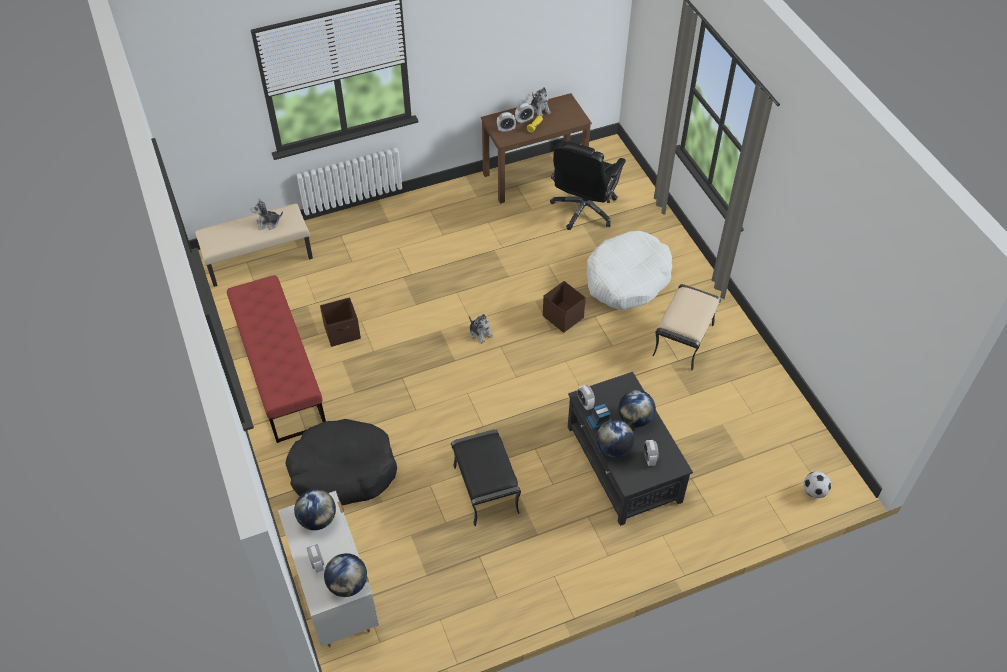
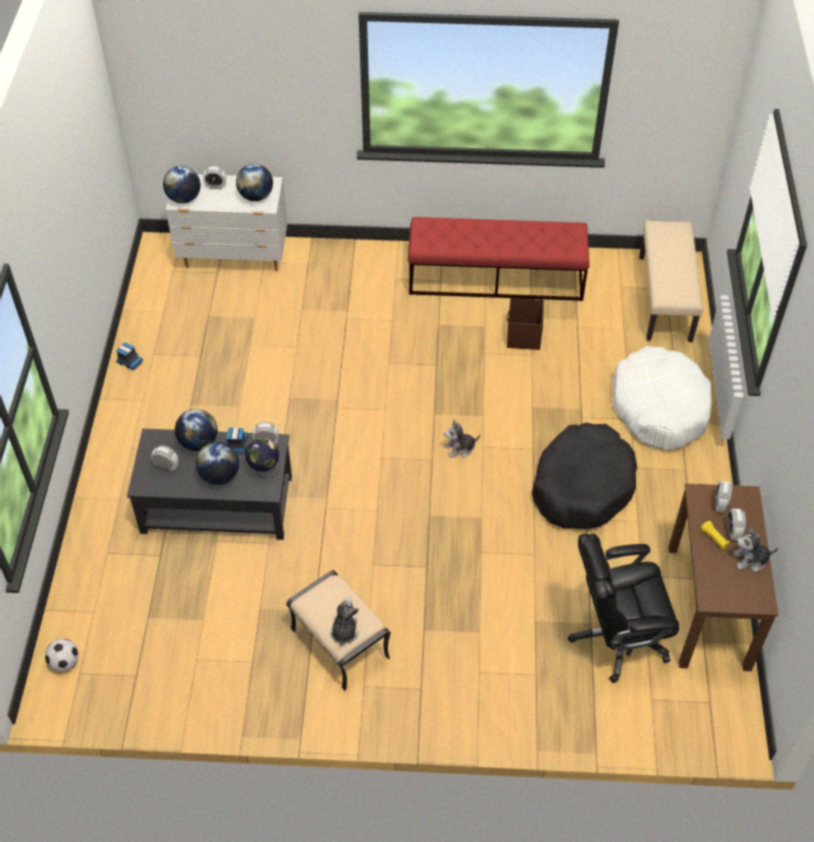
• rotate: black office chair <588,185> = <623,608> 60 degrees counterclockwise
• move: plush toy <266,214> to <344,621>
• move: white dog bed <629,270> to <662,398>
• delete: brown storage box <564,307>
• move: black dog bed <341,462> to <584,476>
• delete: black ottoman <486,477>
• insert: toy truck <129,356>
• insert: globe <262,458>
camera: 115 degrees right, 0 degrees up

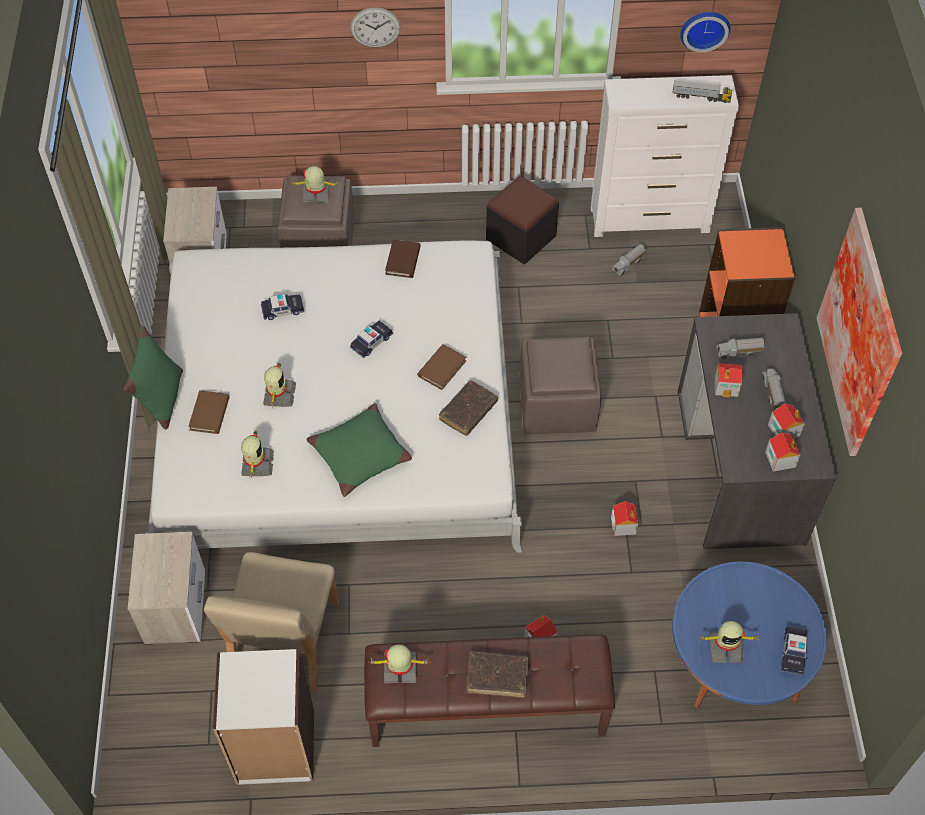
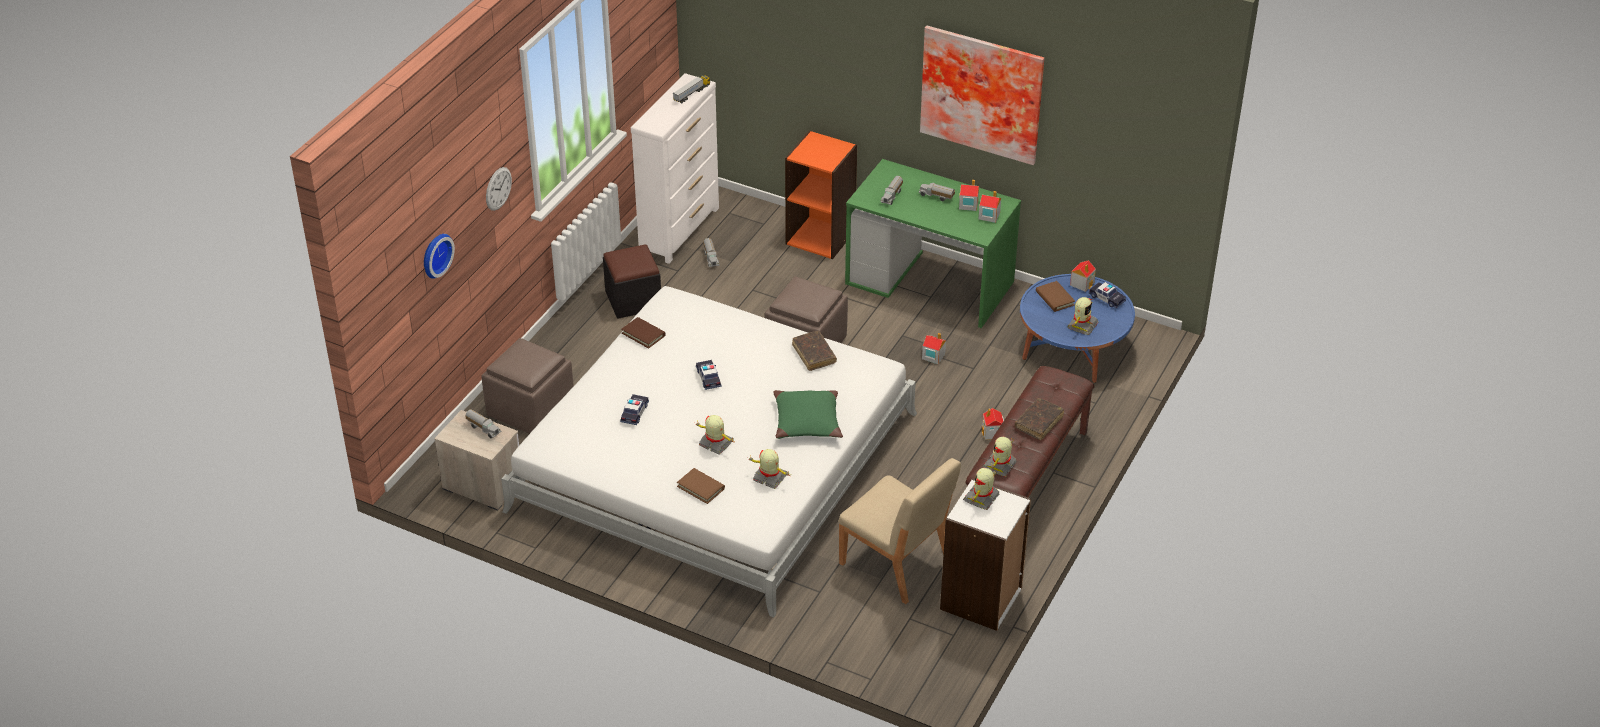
• move: wall clock <705,32> to <439,256>
• move: toy robot <315,184> to <981,489>
• recolor: grey desk <757,431> to green desk <933,243>
• delete: green pillow <153,378>
• move: brown book <441,367> to <1055,296>
• move: toy house <729,380> to <1083,276>
• delete: nightstand <166,588>
• insert: toy truck <483,423>
camera: 60 degrees left, 15 degrees down

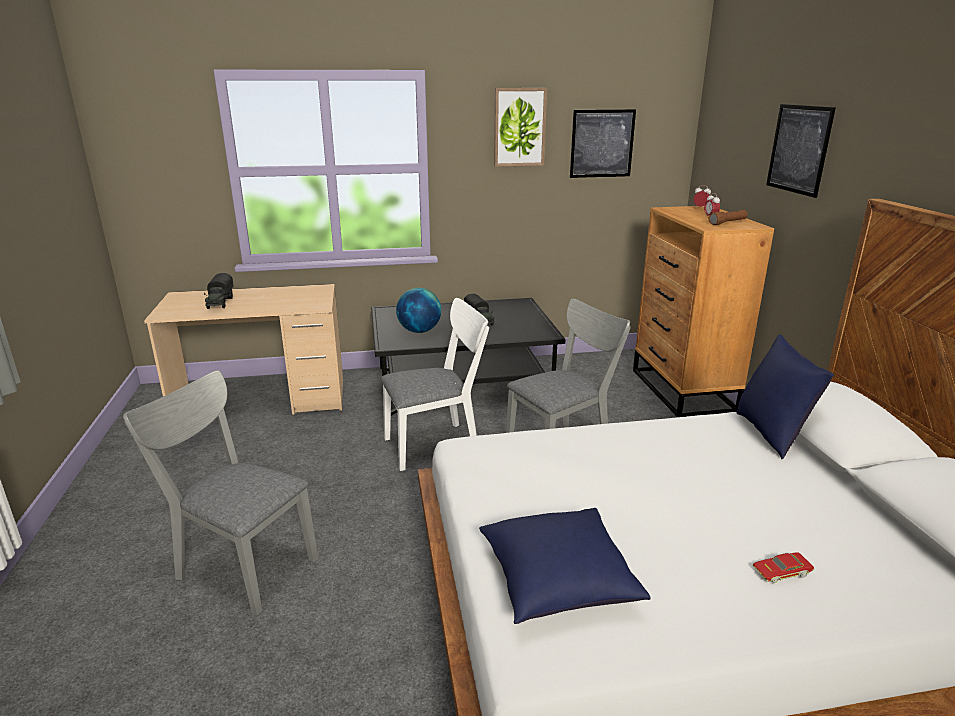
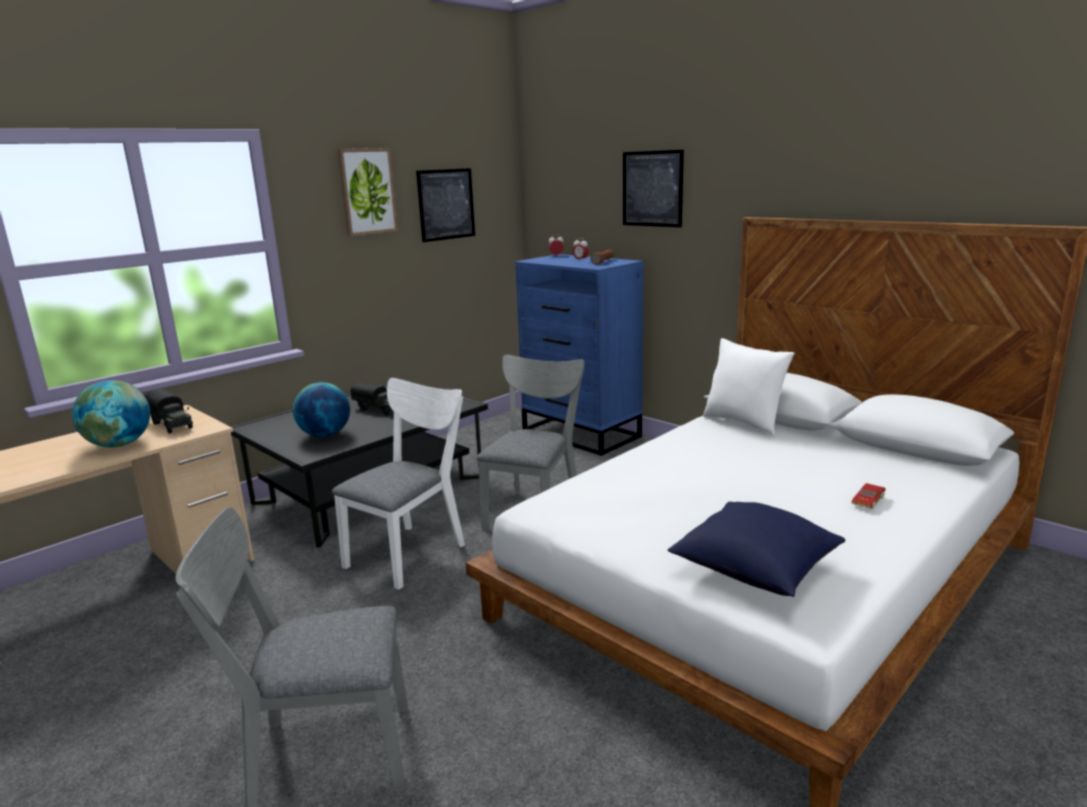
• recolor: brown dresser <703,311> to blue dresser <579,355>
• move: toy truck <219,291> to <169,411>
• recolor: blue pillow <785,396> to white pillow <749,387>
• insert: globe <111,413>
camera: 35 degrees left, 5 degrees down

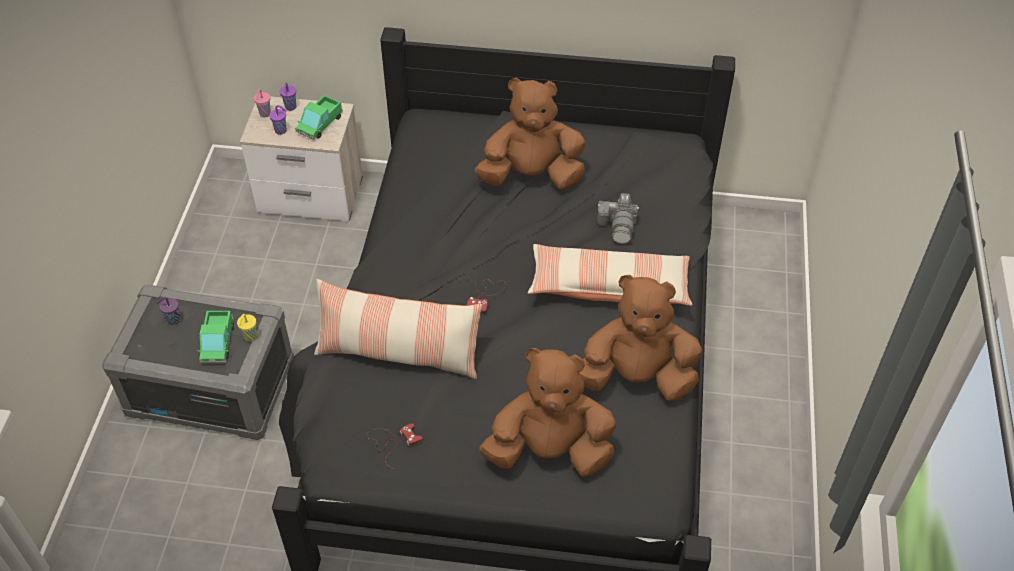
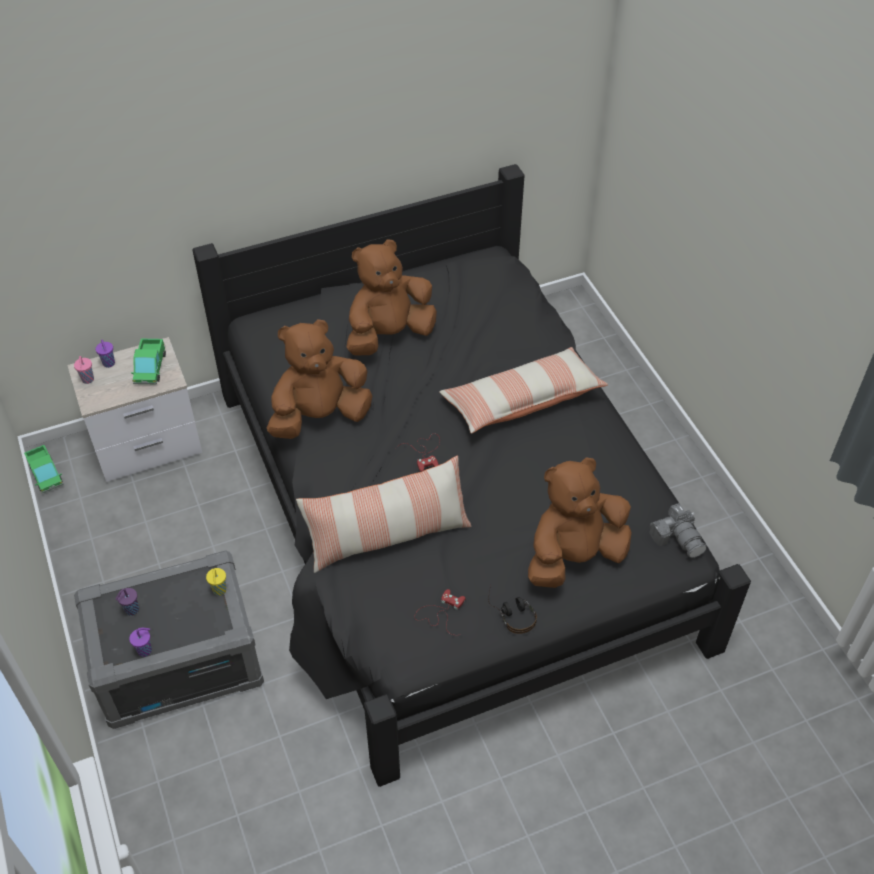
• move: purple cup <278,120> to <140,642>
• move: photo camera <618,218> to <678,530>
• move: brown plush toy <641,338> to <319,379>
• move: toy truck <215,337> to <44,469>
• insert: headphones <512,609>
camera: 30 degrees left, 0 degrees up

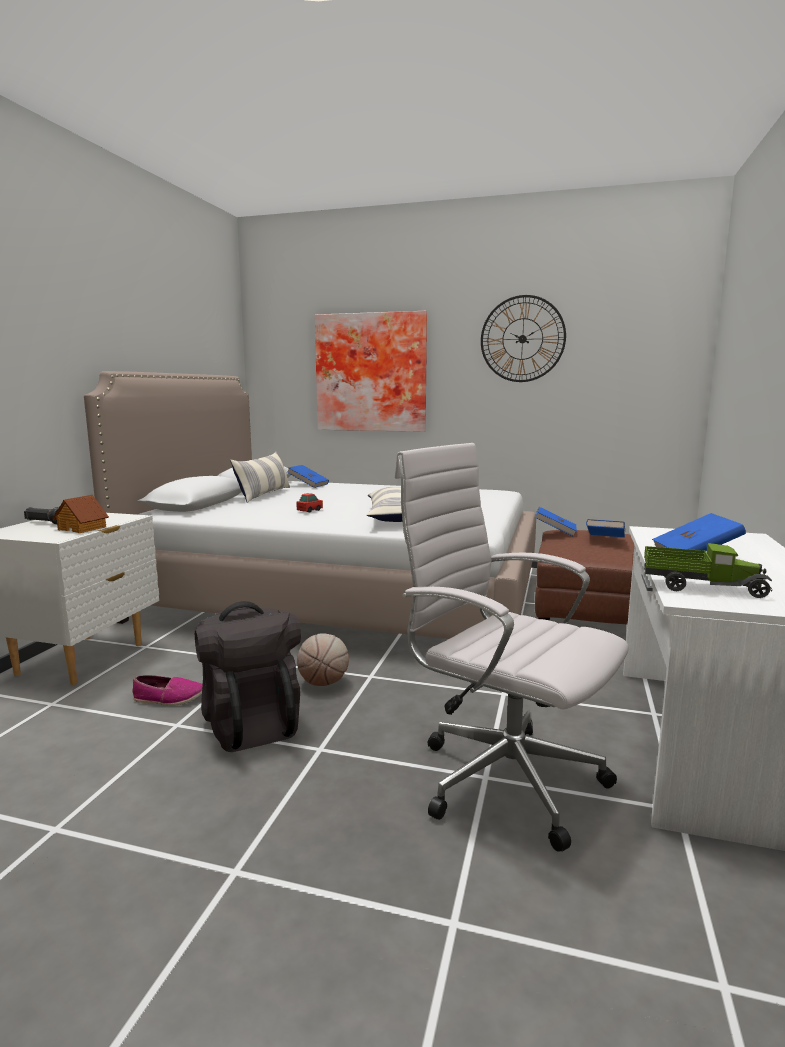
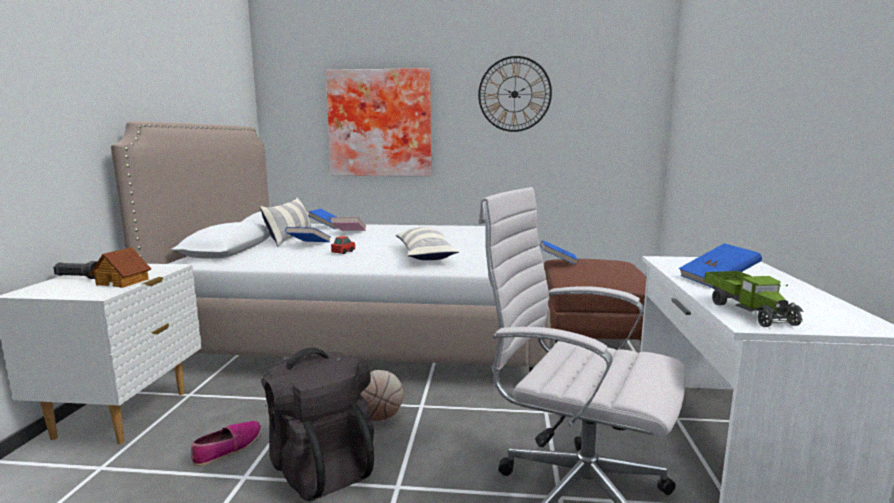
• move: blue book <605,528> to <307,234>
• rotate: toy truck <708,570> = <754,299> 75 degrees clockwise
• rotate: shoe <167,690> = <226,444> 45 degrees counterclockwise
• insert: pink book <348,224>
camera: 10 degrees left, 0 degrees up

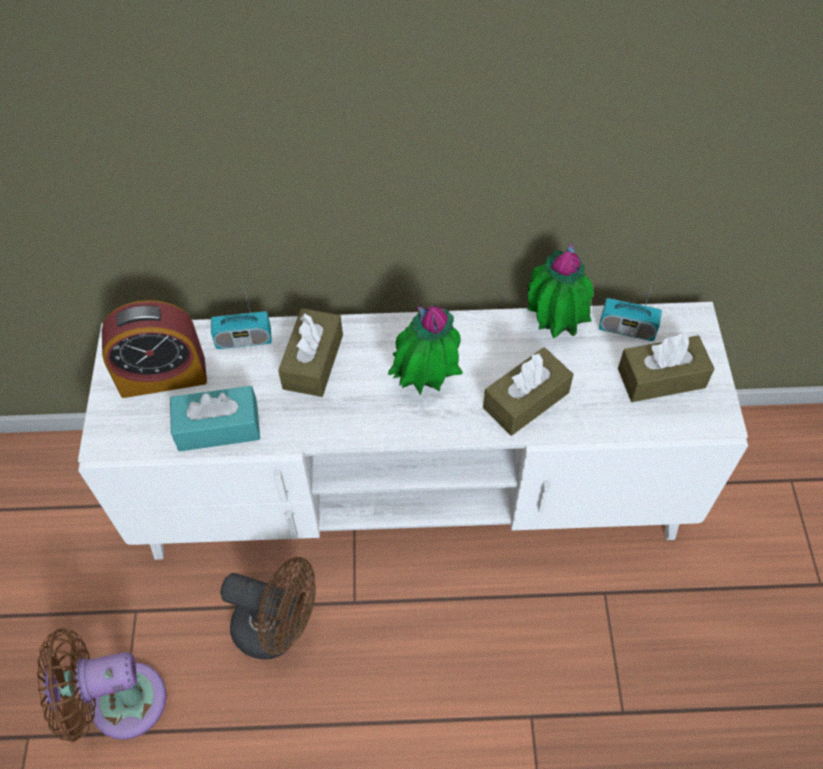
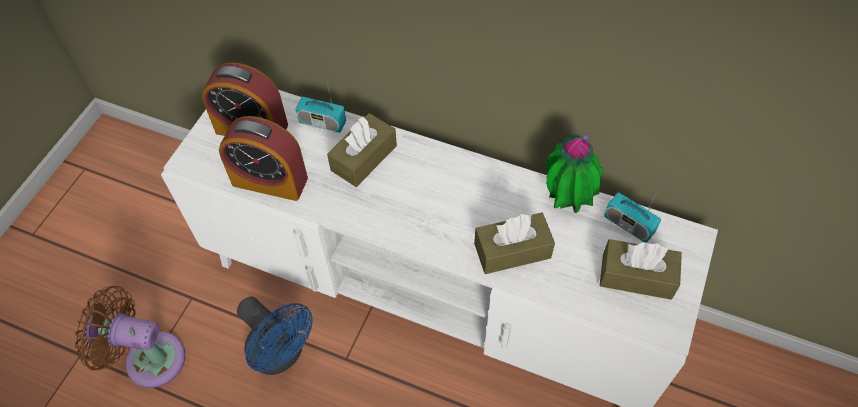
• delete: potted plant <425,350>
• replace: turquoise tissue box <215,418> to alarm clock <263,158>
• recolor: brown fan <268,608> to blue fan <275,335>
camera: 25 degrees right, 0 degrees up

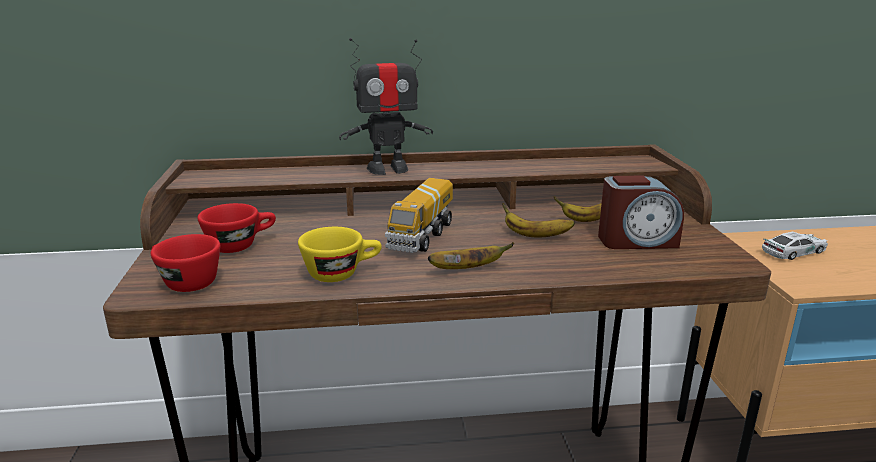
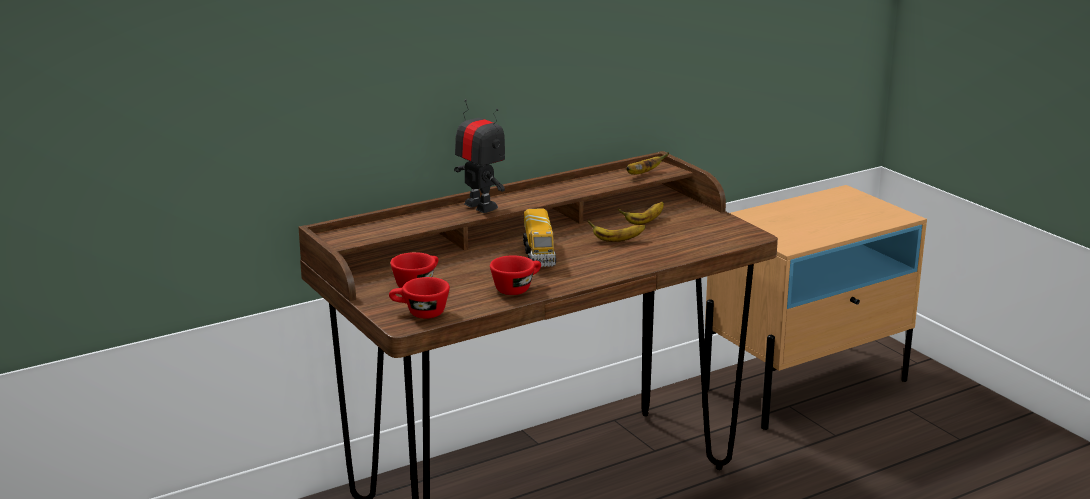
• rotate: toy robot <386,106> = <479,156> 90 degrees counterclockwise
• delete: alarm clock <641,212>
• recolor: yellow cup <340,254> to red cup <515,275>
• delete: toy car <795,246>
• move: banana <471,255> to <647,163>
camera: 25 degrees left, 0 degrees up

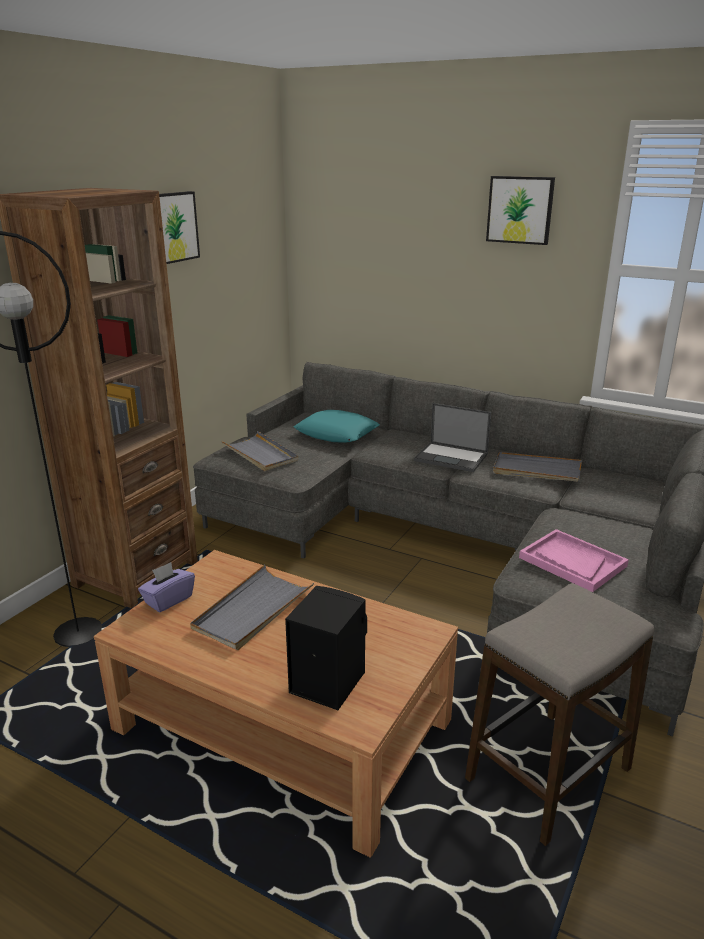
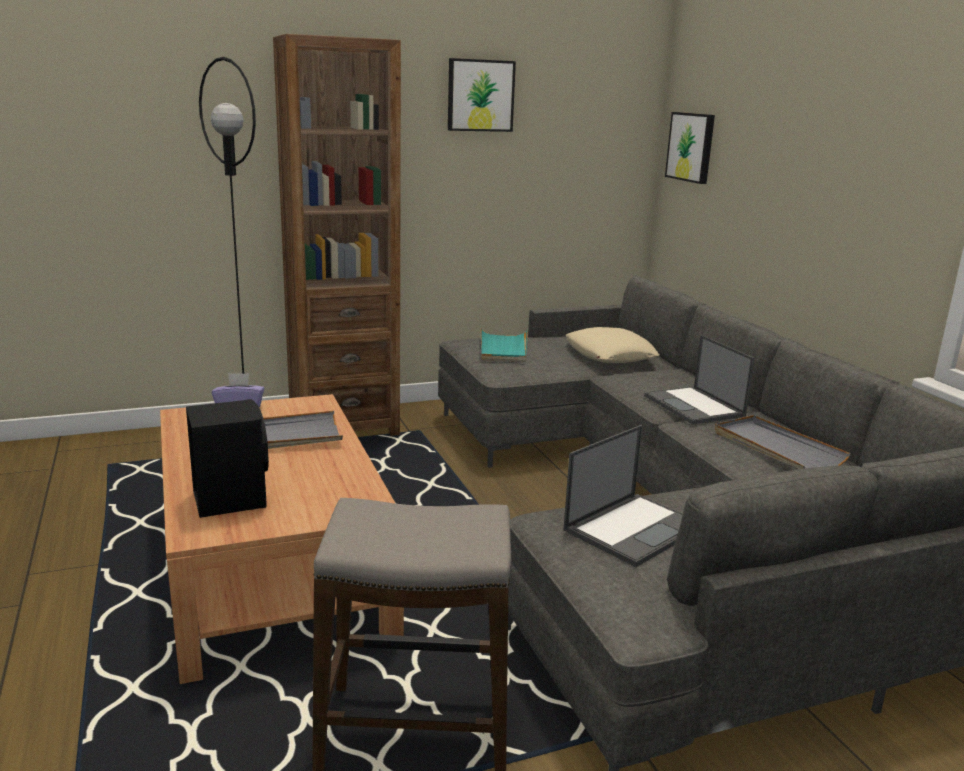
• move: picture <520,210> to <690,148>
• recolor: turquoise pillow <337,426> to beige pillow <612,345>
• recolor: grey tray <259,451> to turquoise tray <504,345>
• replace: pink tray <574,560> to laptop <623,496>
camera: 40 degrees right, 5 degrees down

